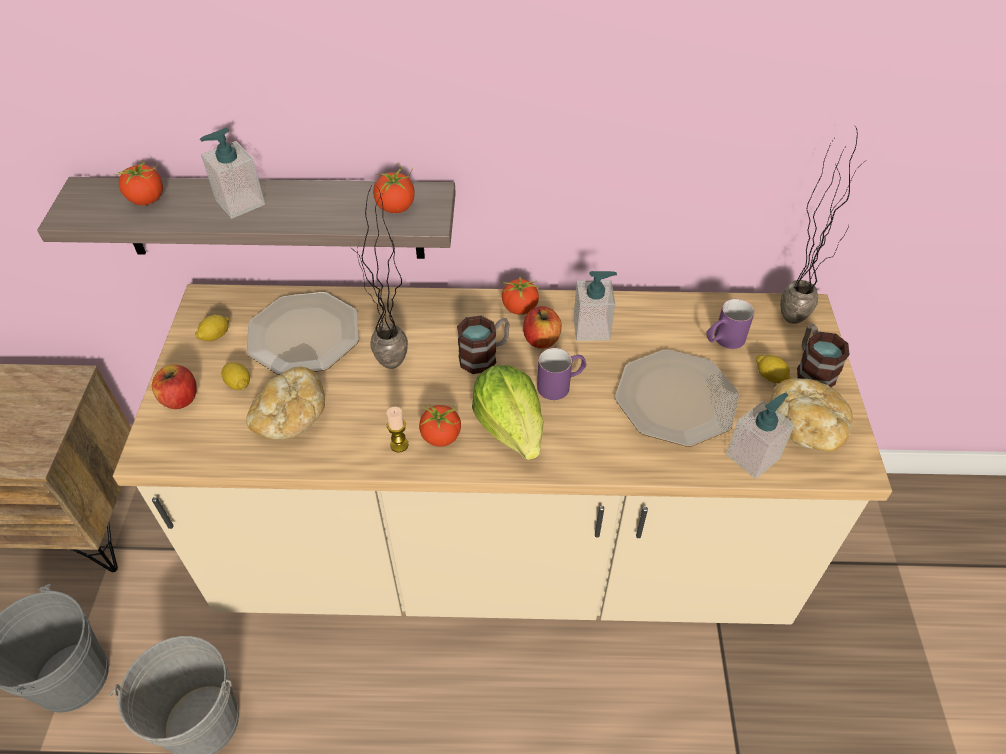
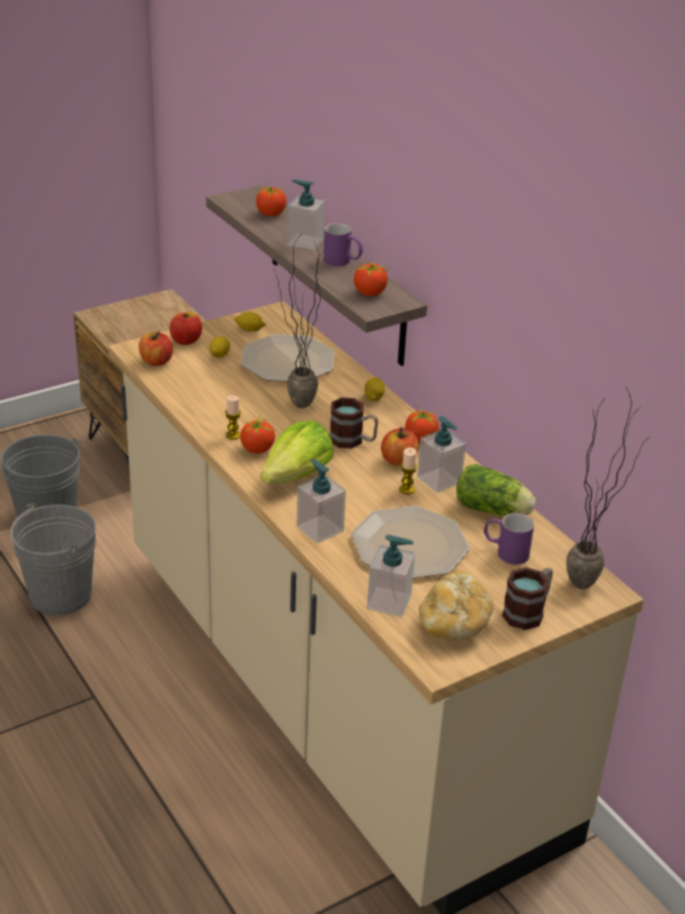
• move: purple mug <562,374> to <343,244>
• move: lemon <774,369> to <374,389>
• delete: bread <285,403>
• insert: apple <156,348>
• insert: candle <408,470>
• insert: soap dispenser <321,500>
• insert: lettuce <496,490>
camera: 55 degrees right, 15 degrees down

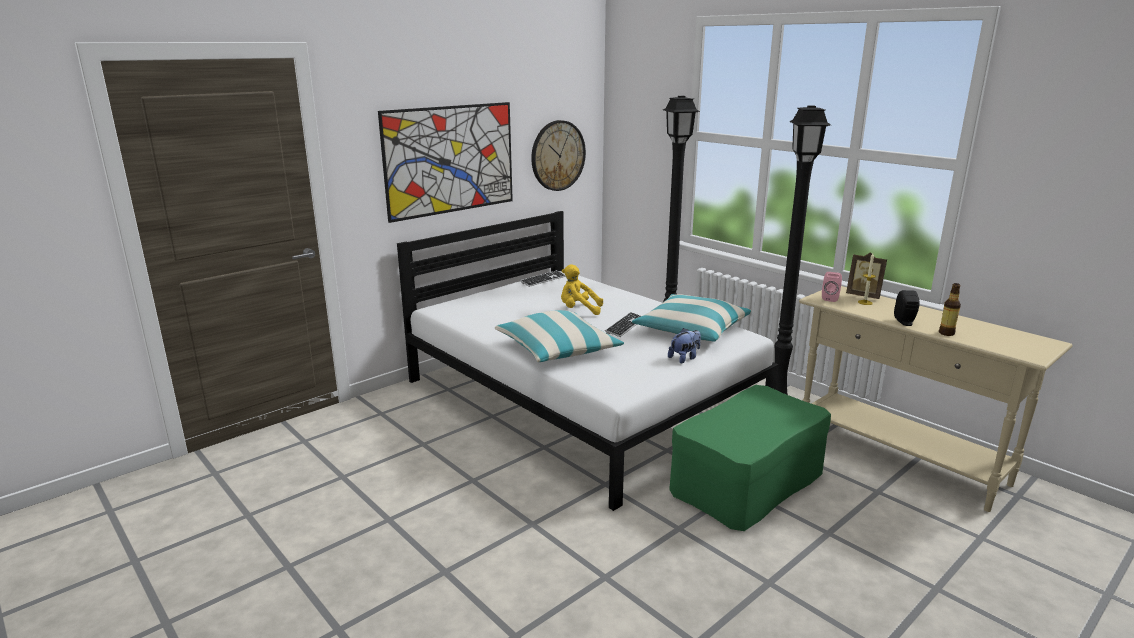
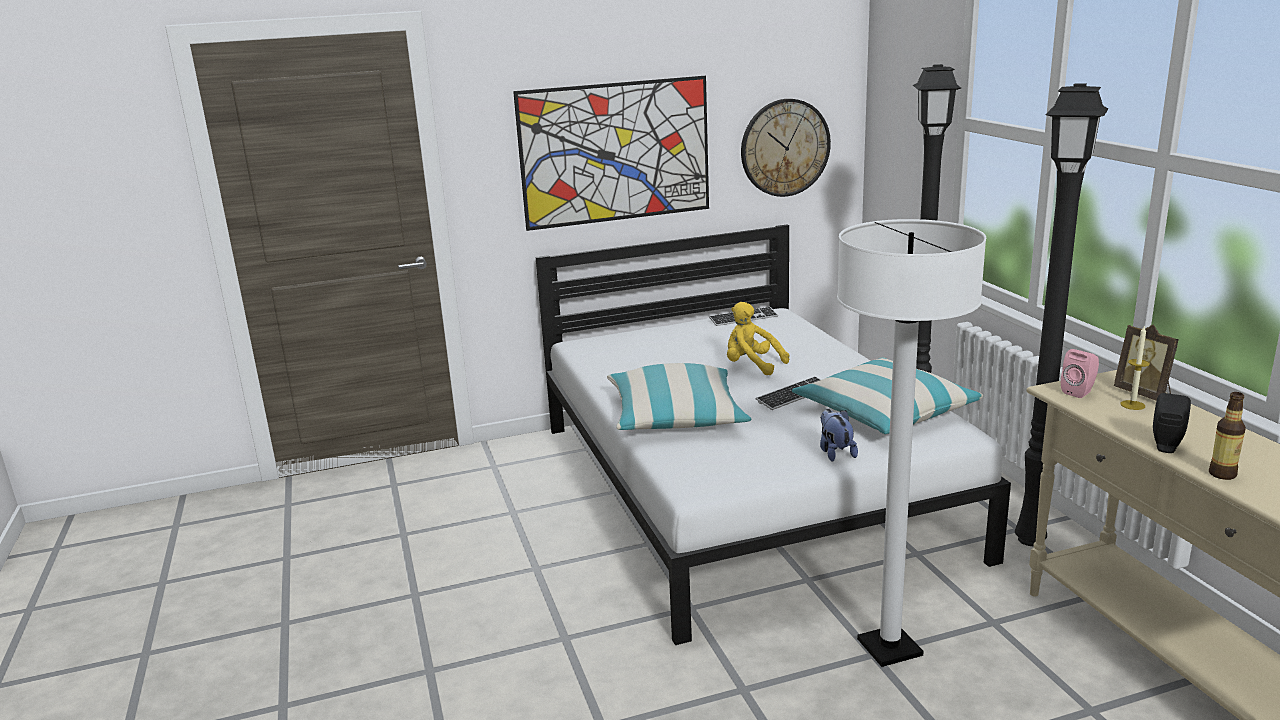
• rotate: plush toy <684,345> = <839,435> 90 degrees counterclockwise
• replace: green ottoman <750,458> to white floor lamp <911,443>
camera: 25 degrees right, 0 degrees up

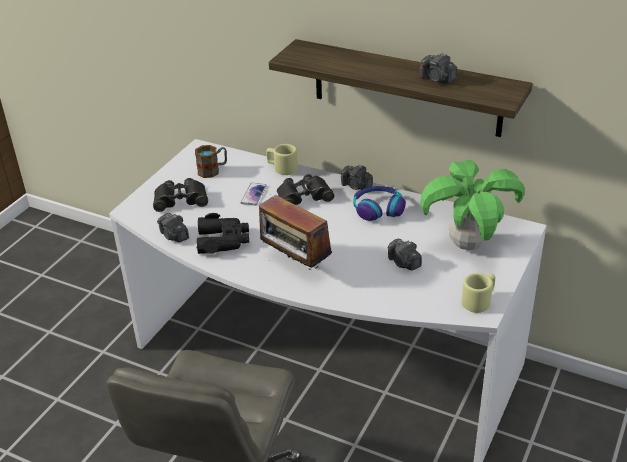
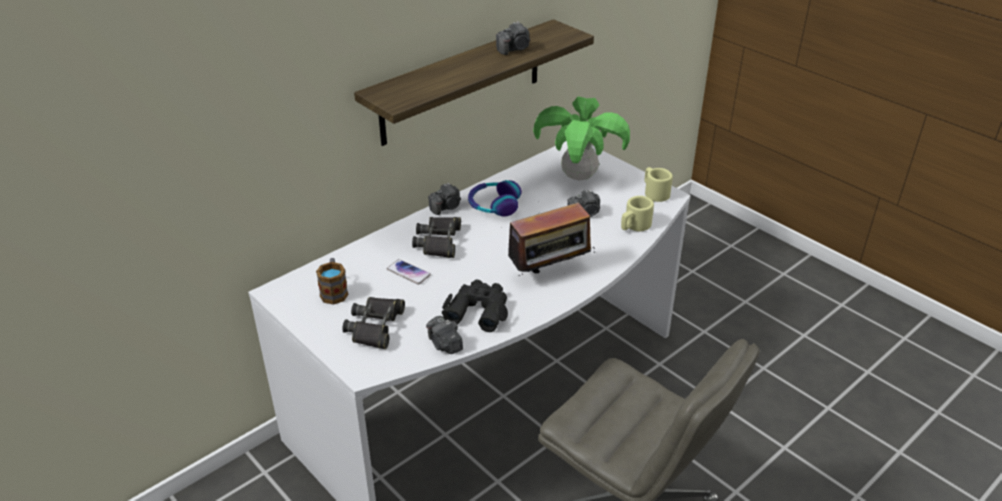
• move: beige mug <282,159> to <637,214>
• rotate: photo camera <173,227> = <444,335> 75 degrees clockwise
camera: 70 degrees left, 0 degrees up

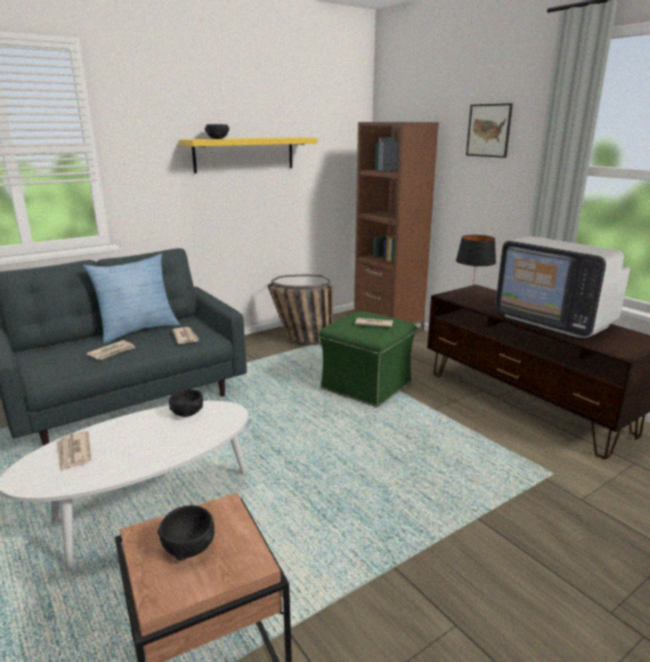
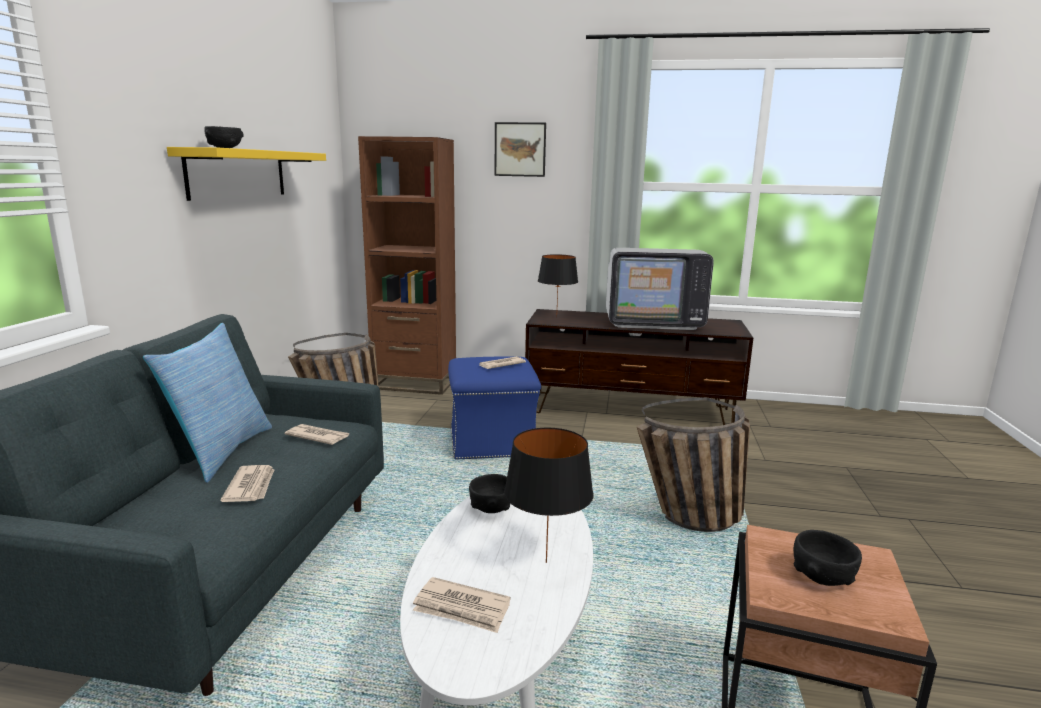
• recolor: green ottoman <367,359> to blue ottoman <494,408>
• insert: basket <693,464>
• insert: black table lamp <549,495>
camera: 45 degrees left, 5 degrees down

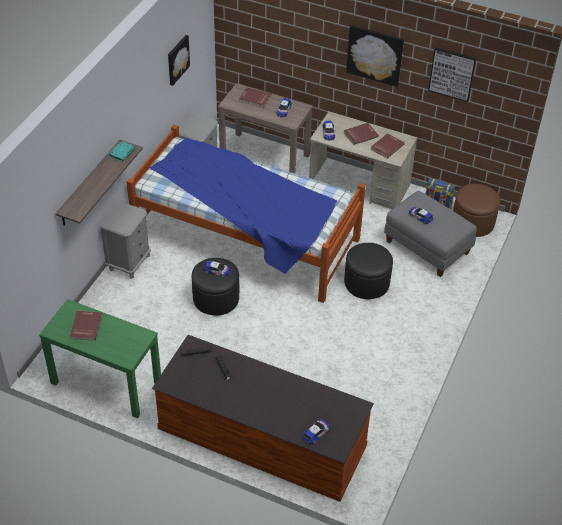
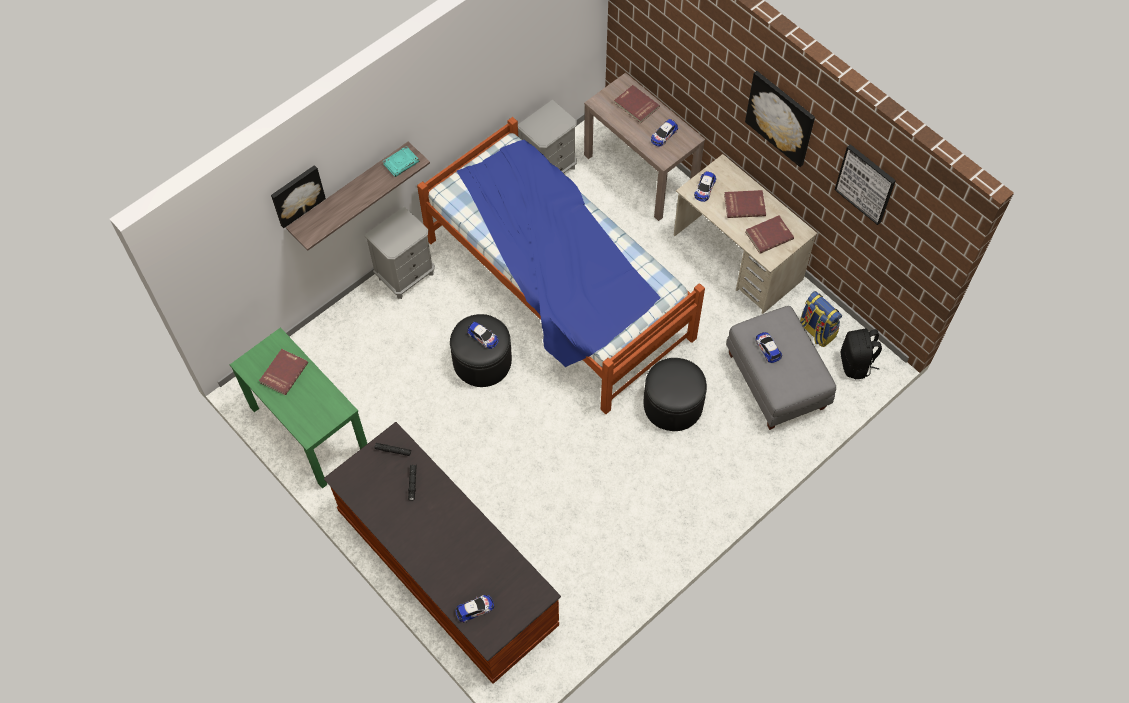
• move: picture <179,60> to <298,196>
• replace: brown ottoman <476,210> to black backpack <861,354>
camera: 25 degrees right, 15 degrees up

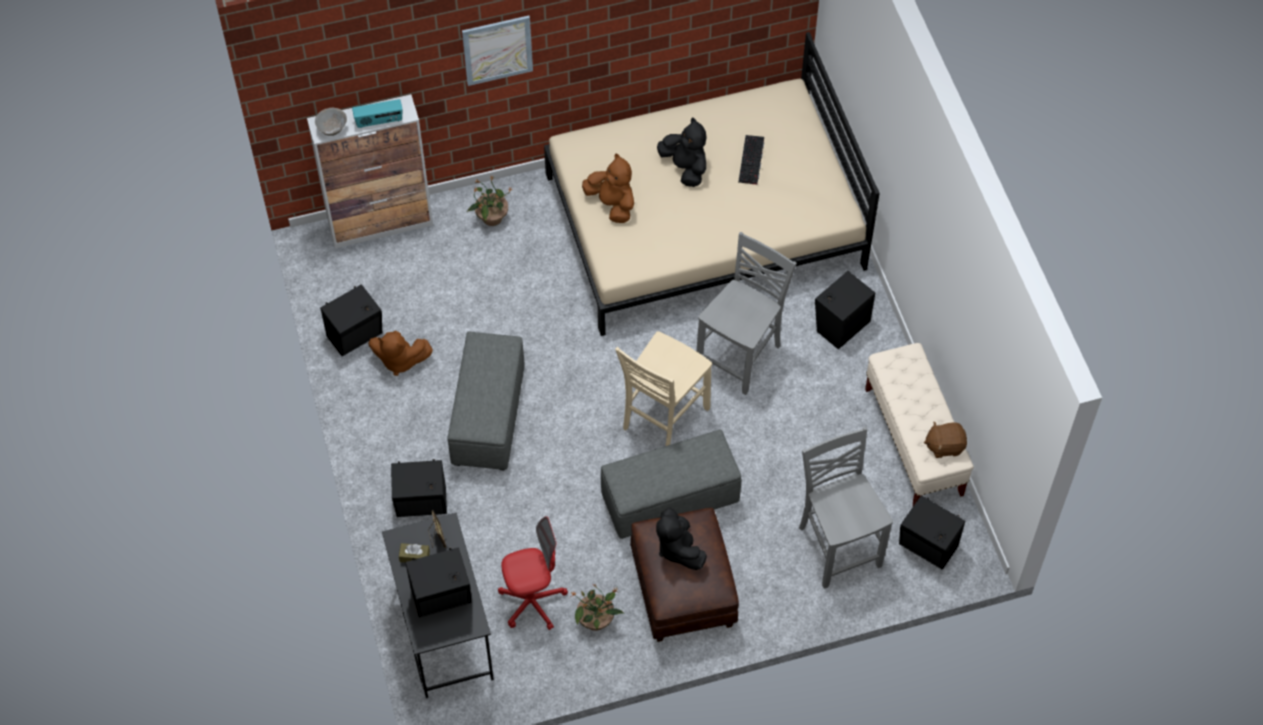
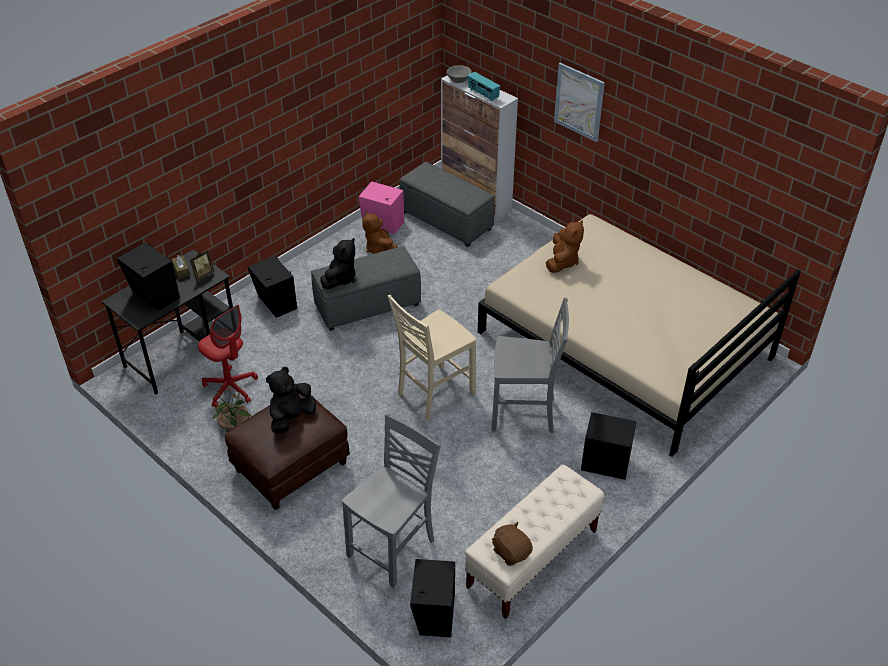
• move: black plush toy <682,152> to <338,263>
• delete: keyboard <751,160>
• delete: potted plant <490,200>
• recolor: black speaker <351,320> to pink speaker <381,207>
• rotate: beige chair <663,388> = <432,357> 45 degrees counterclockwise
• move: grey ottoman <671,484> to <447,204>
camera: 60 degrees right, 15 degrees down

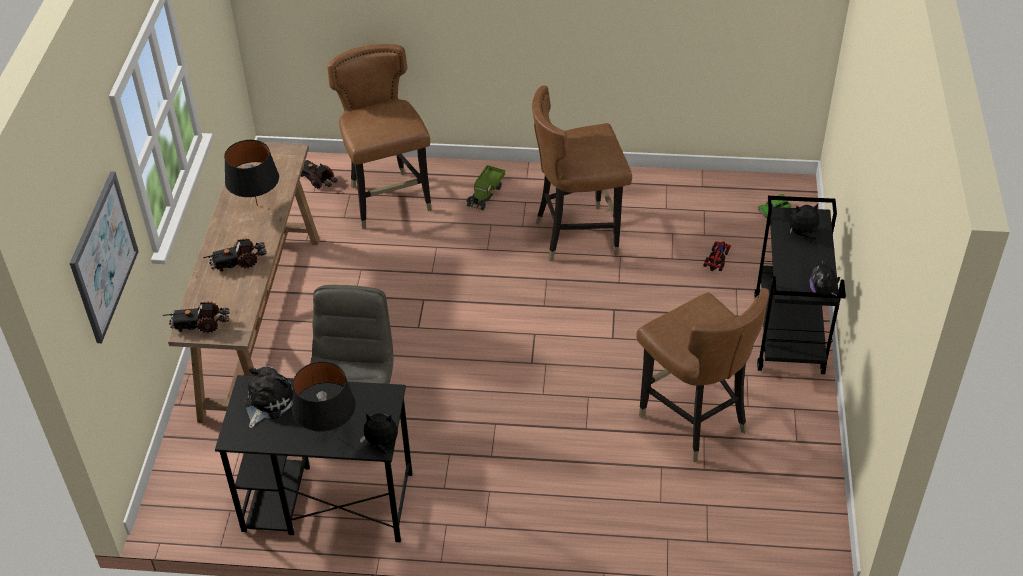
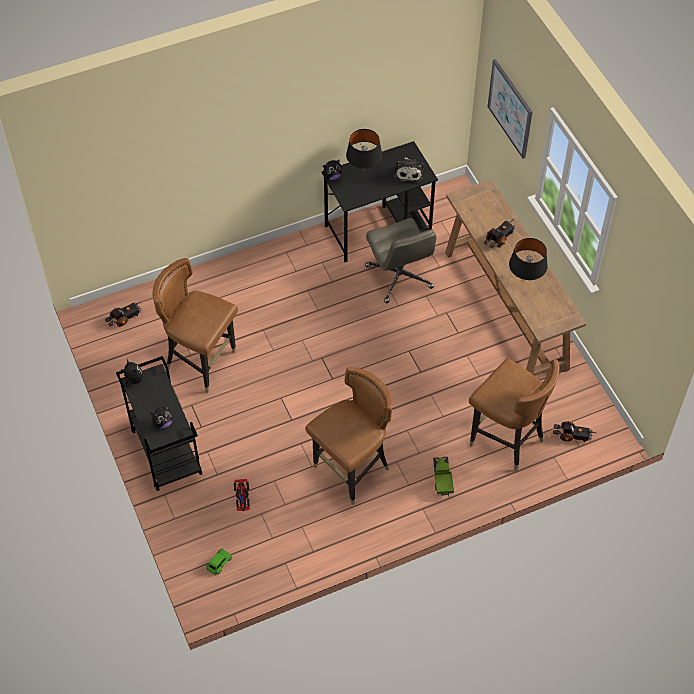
• move: toy truck <196,317> to <123,314>
camera: 150 degrees right, 10 degrees up

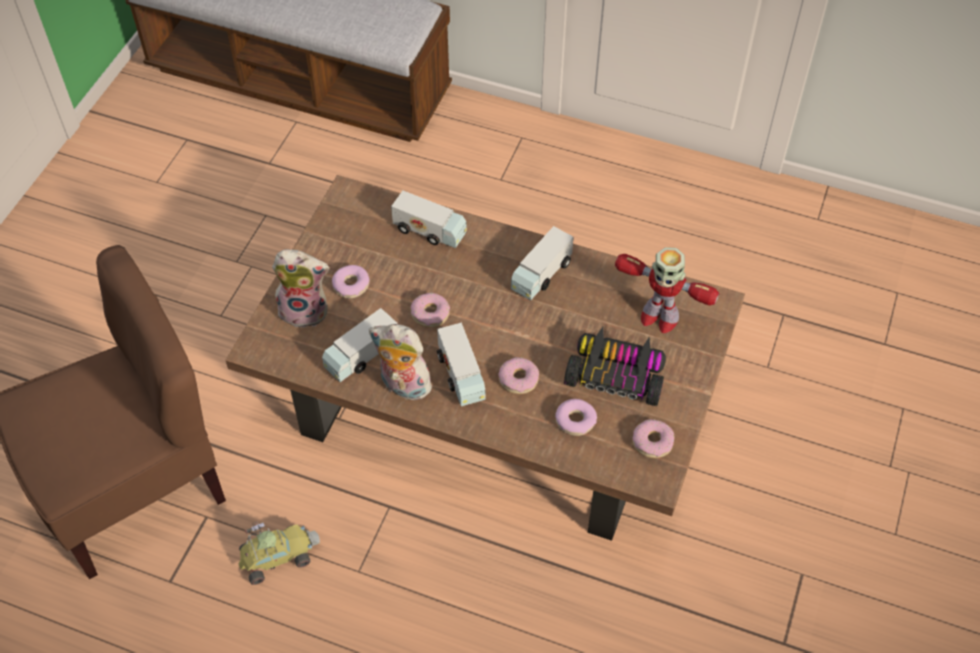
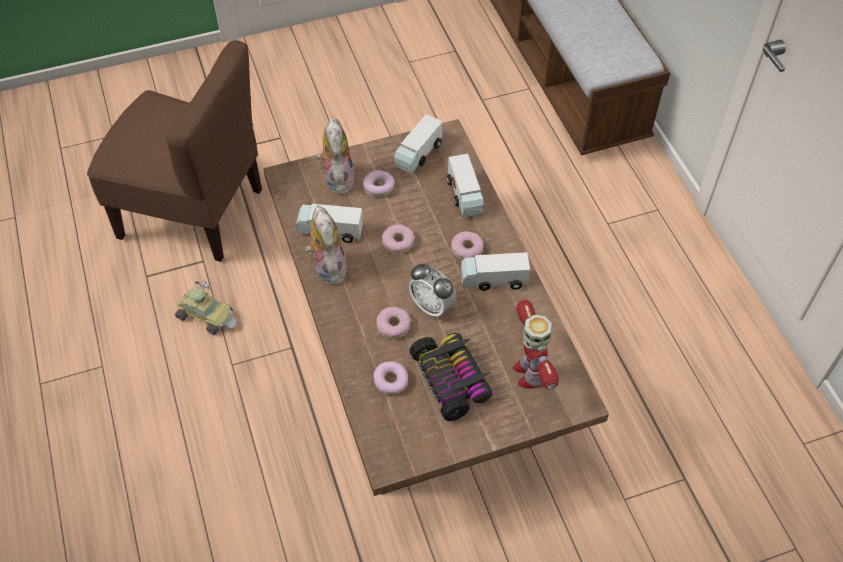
• rotate: plush toy <300,288> = <335,156> 150 degrees counterclockwise
• move: toy truck <461,364> to <418,144>
• move: donut <653,438> to <467,245>
• insert: alarm clock <433,291>
camera: 50 degrees right, 0 degrees up

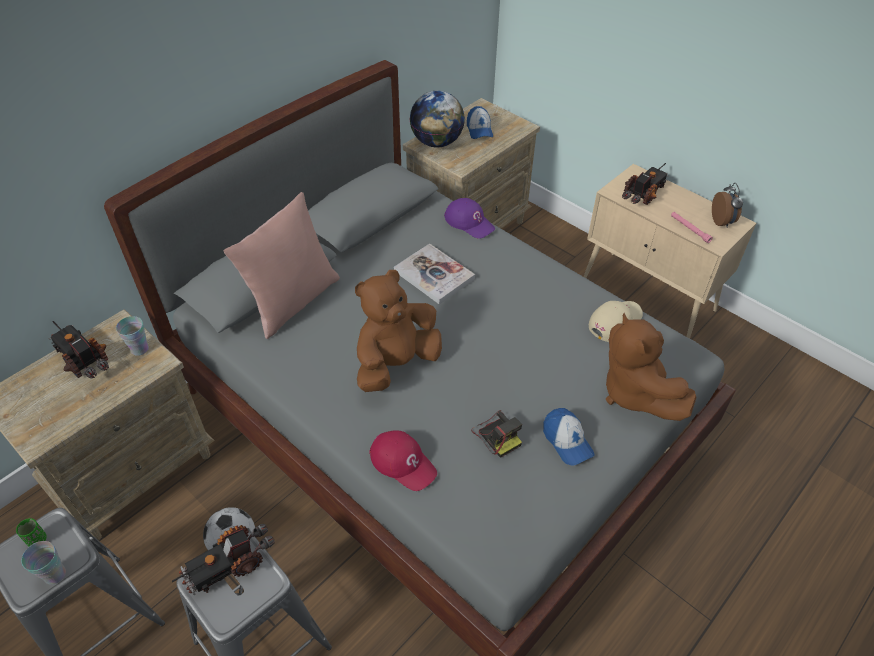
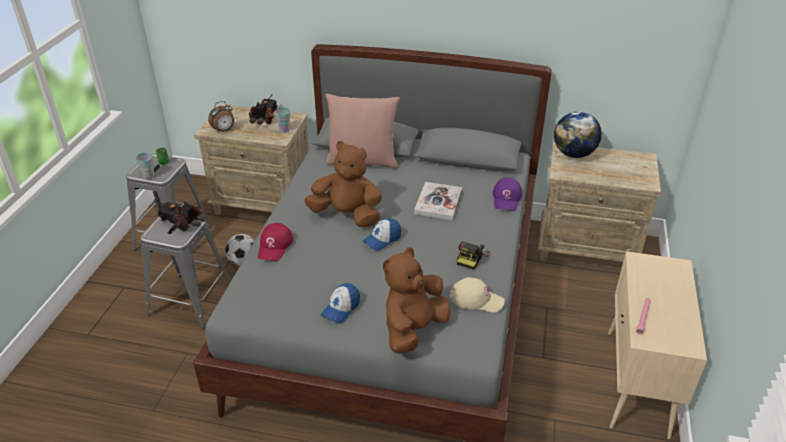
• move: cap <480,122> to <382,234>
• delete: toy truck <645,184>
• move: alarm clock <727,205> to <221,117>
• move: photo camera <496,434> to <474,255>
camera: 60 degrees right, 10 degrees down

